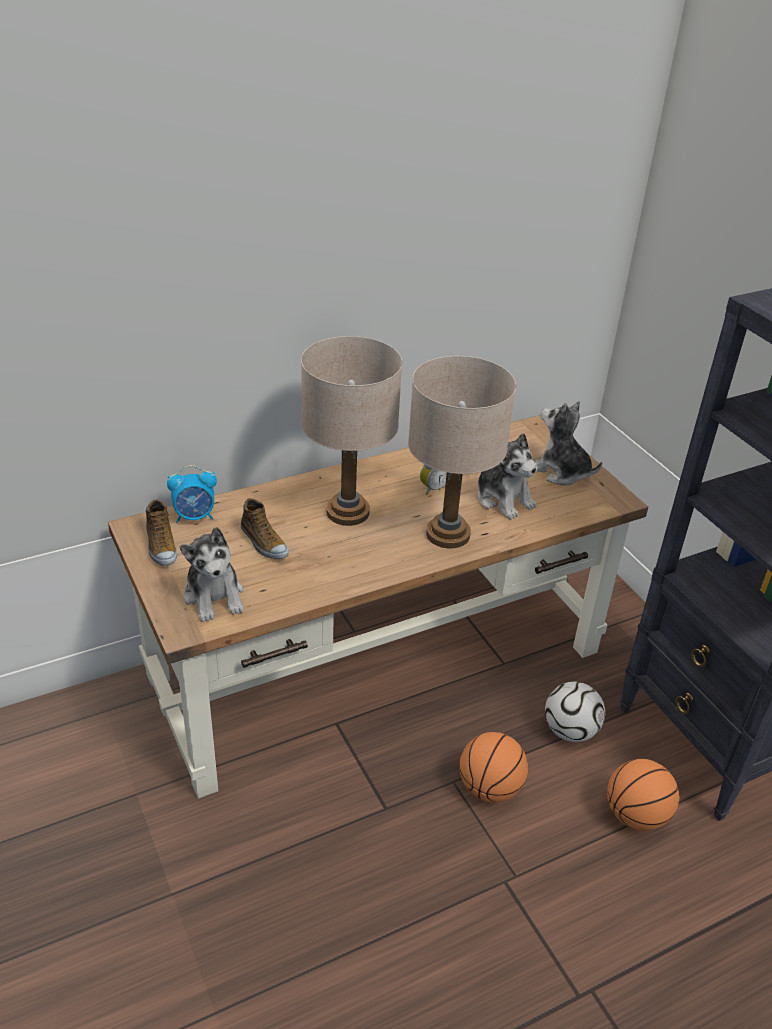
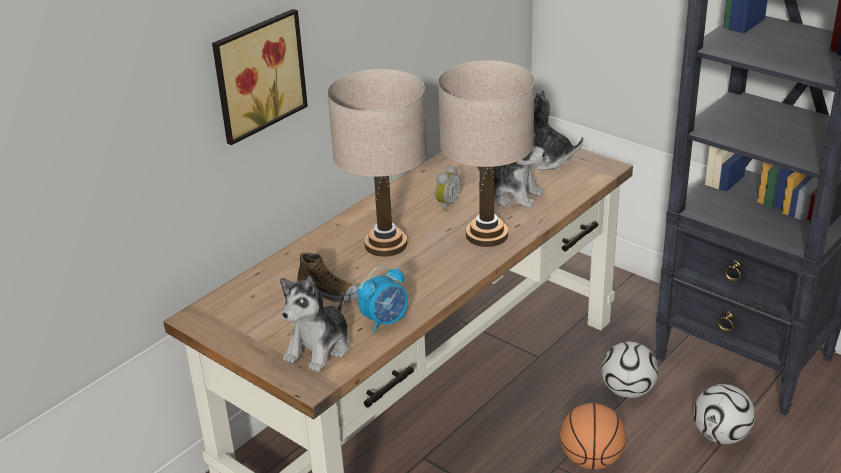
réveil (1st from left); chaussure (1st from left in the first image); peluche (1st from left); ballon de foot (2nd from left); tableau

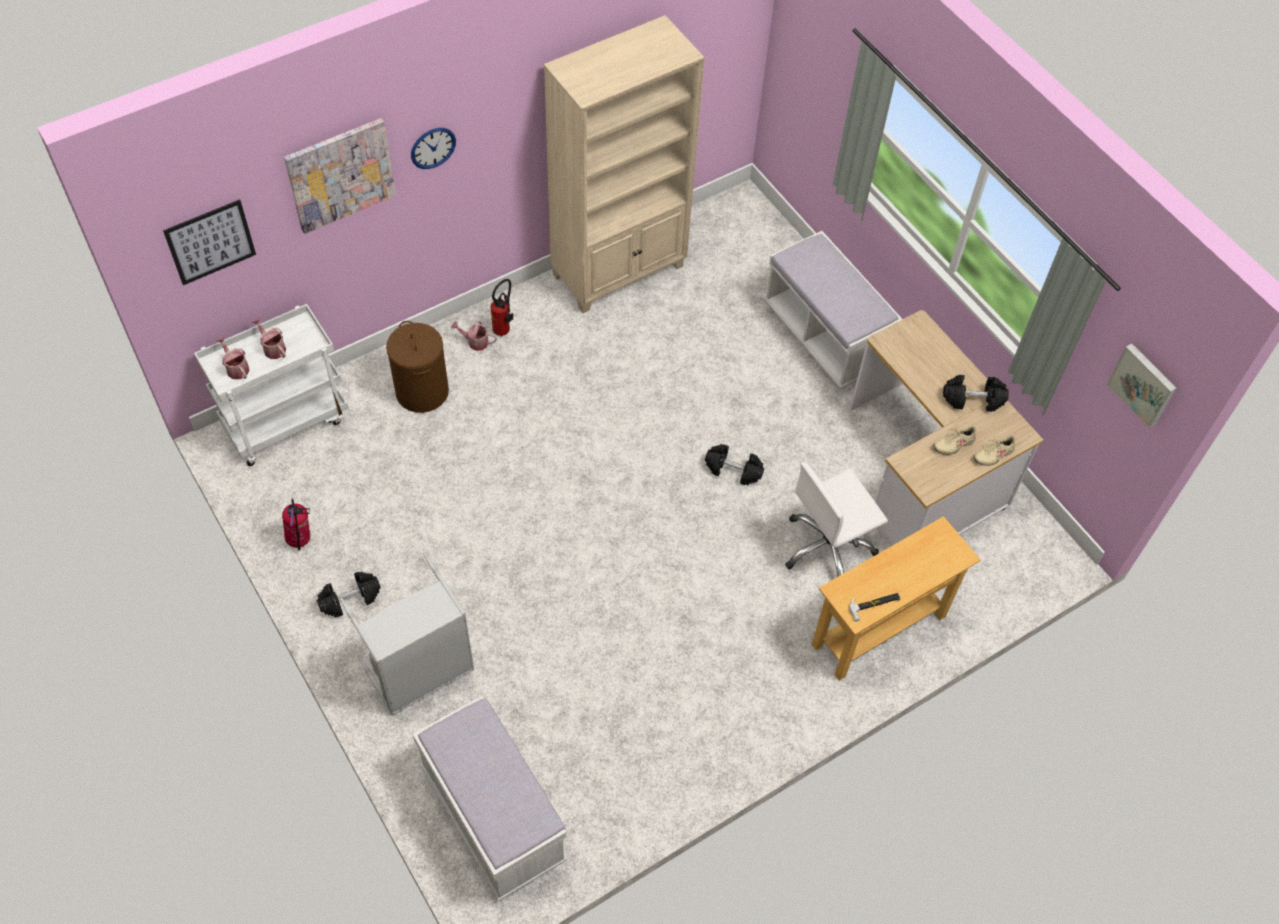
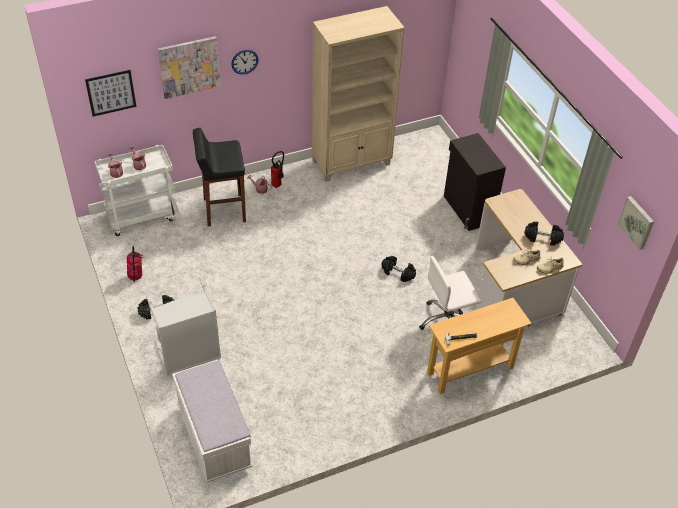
meuble de rangement/noir; tabouret/noir

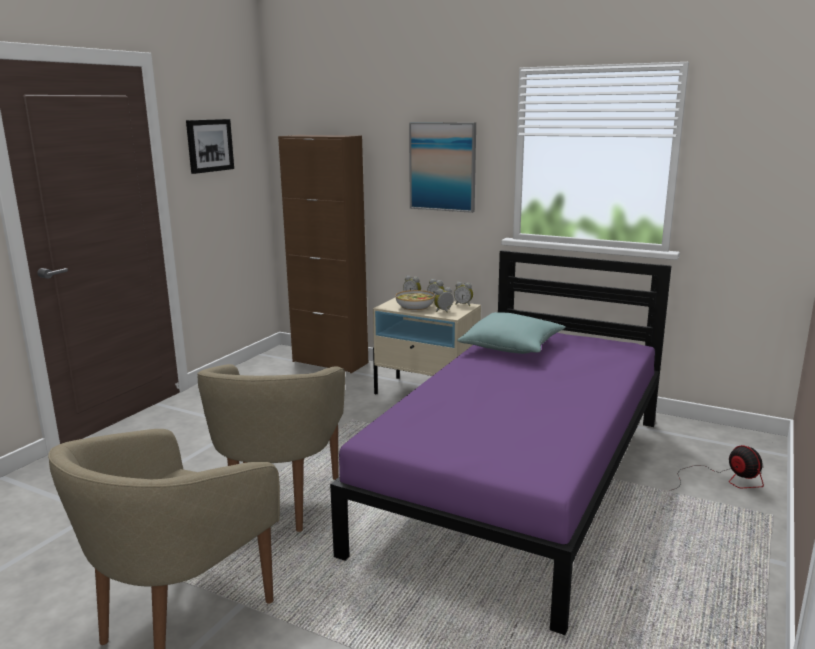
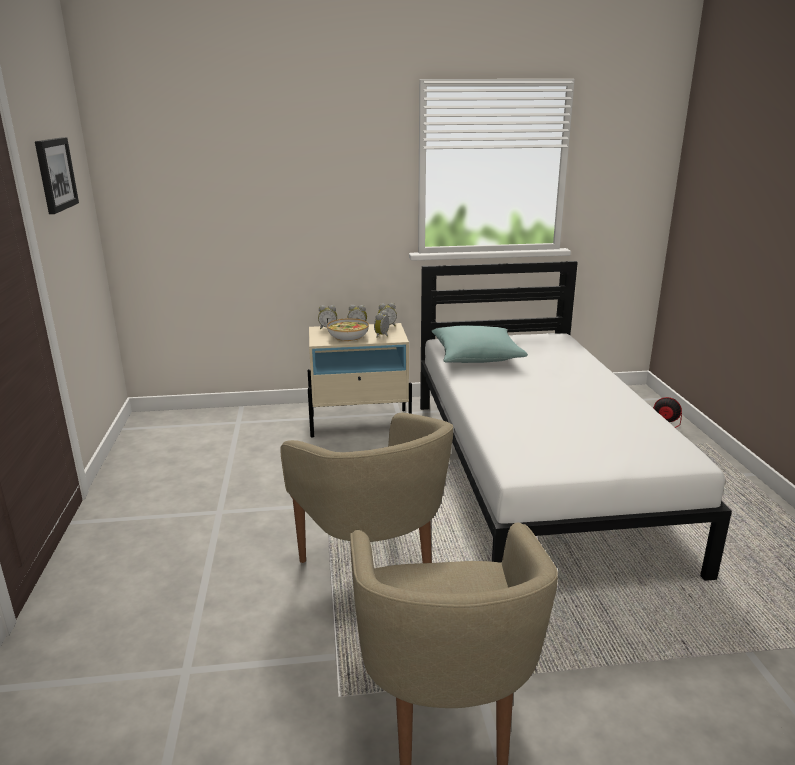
tableau (2nd from left in the first image); meuble de rangement/marron; lit/blanc

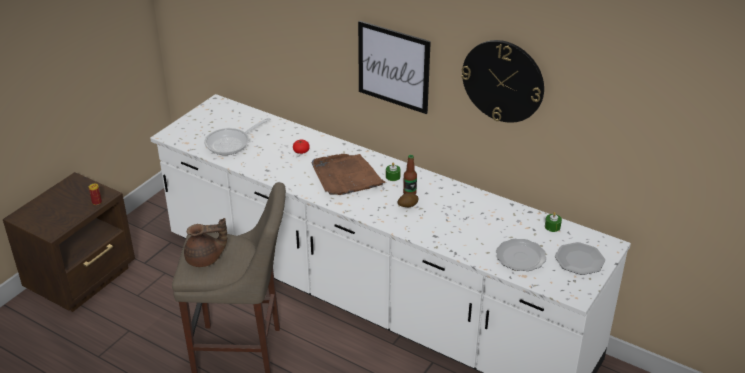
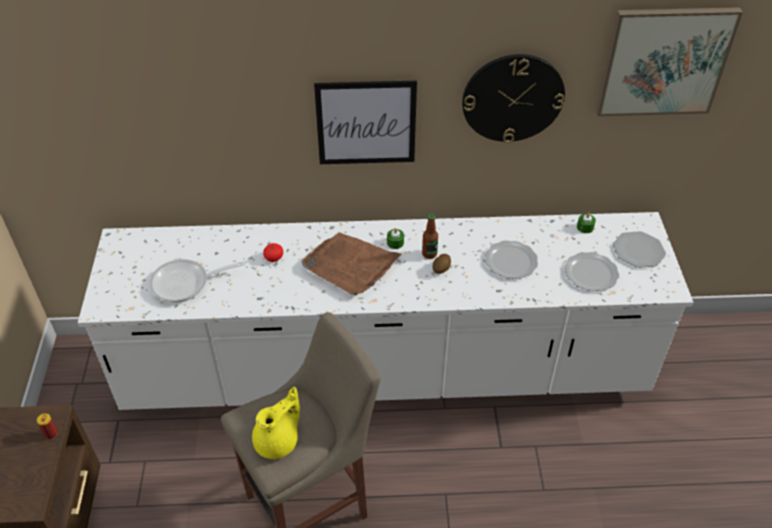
poêle; théière/jaune; tableau (2nd from left); assiette (1st from left)

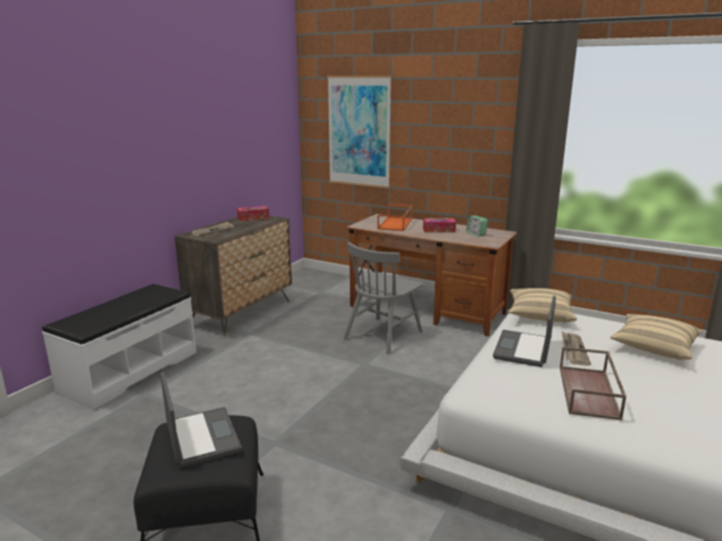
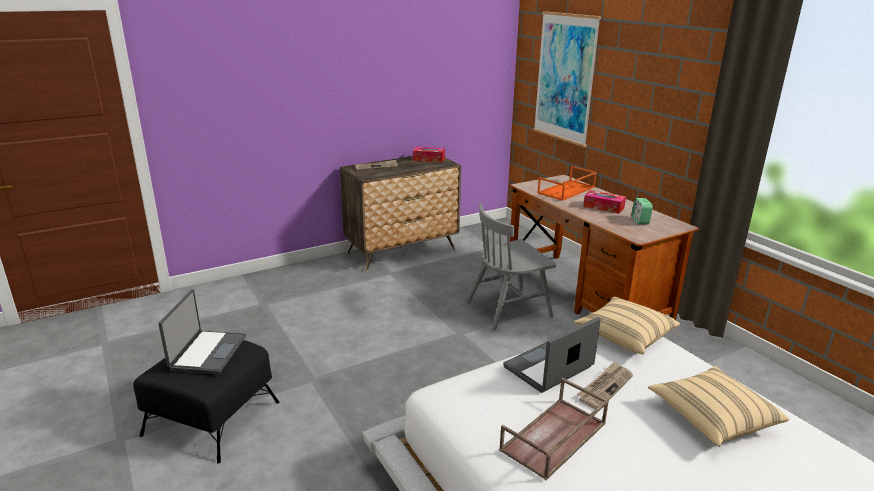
banc/blanc

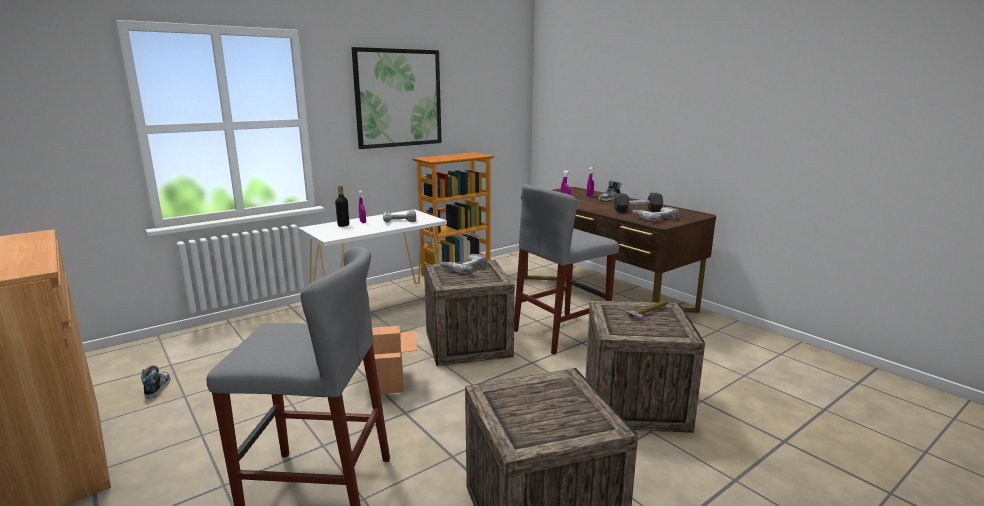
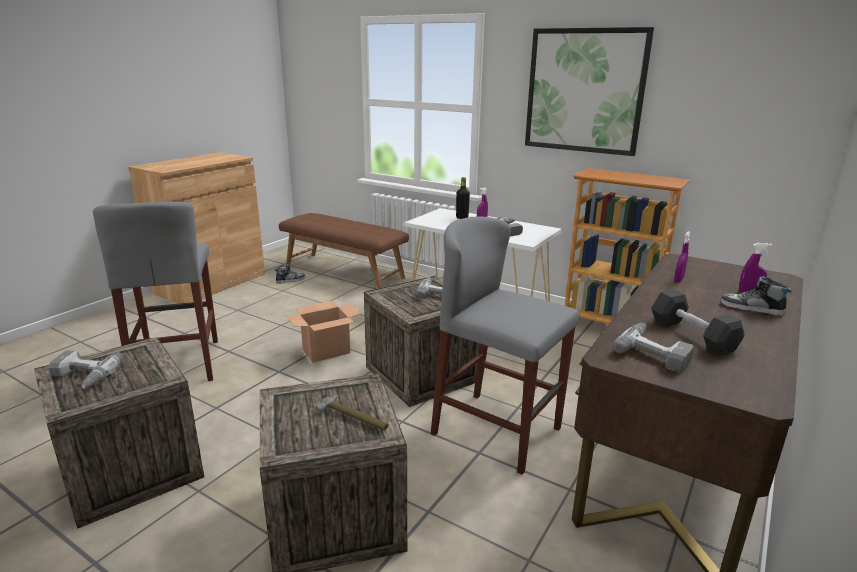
banc/marron; perceuse (1st from left)

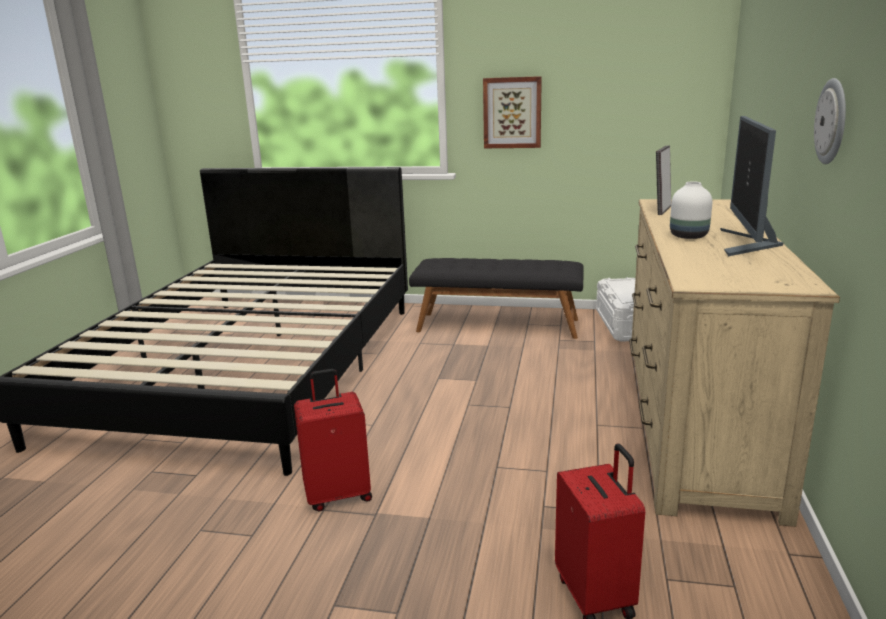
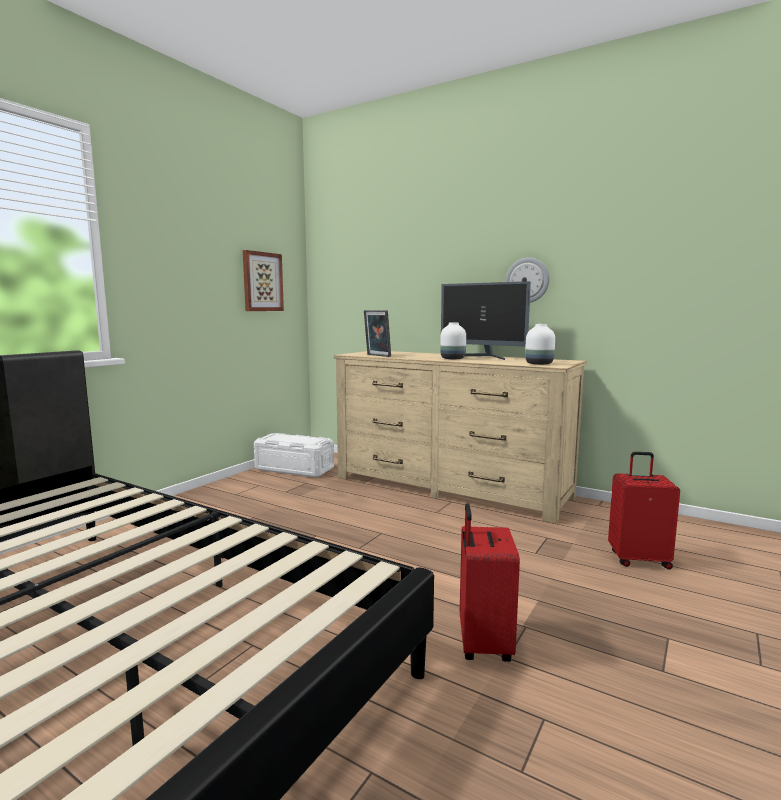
tableau; banc/noir; vase/blanc (2nd from left)

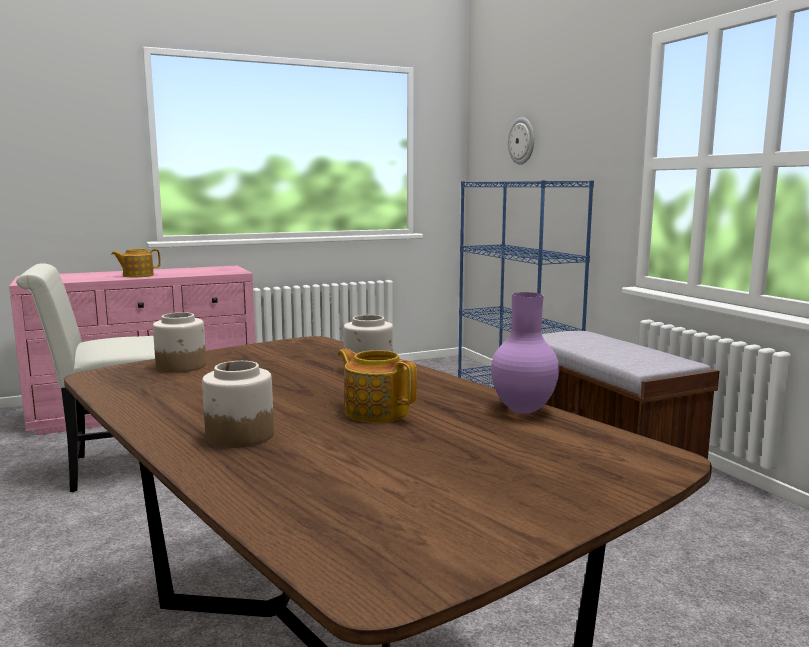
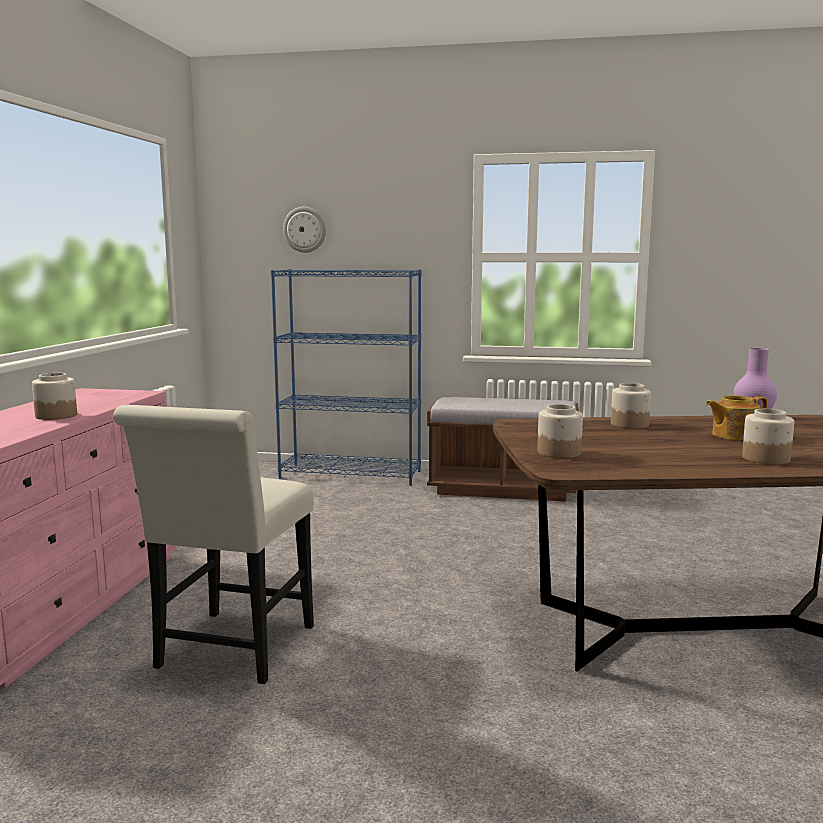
bocal (1st from left)

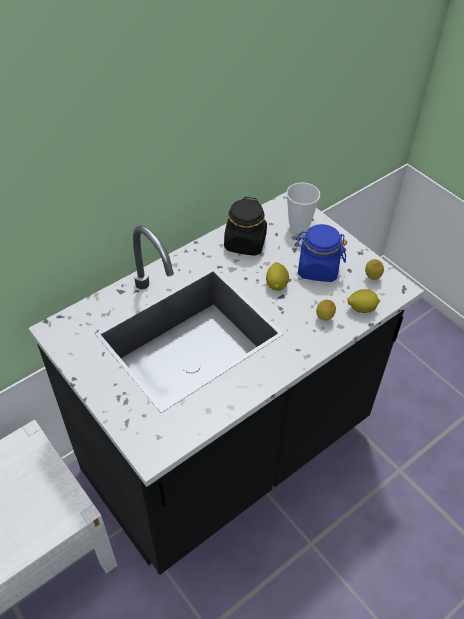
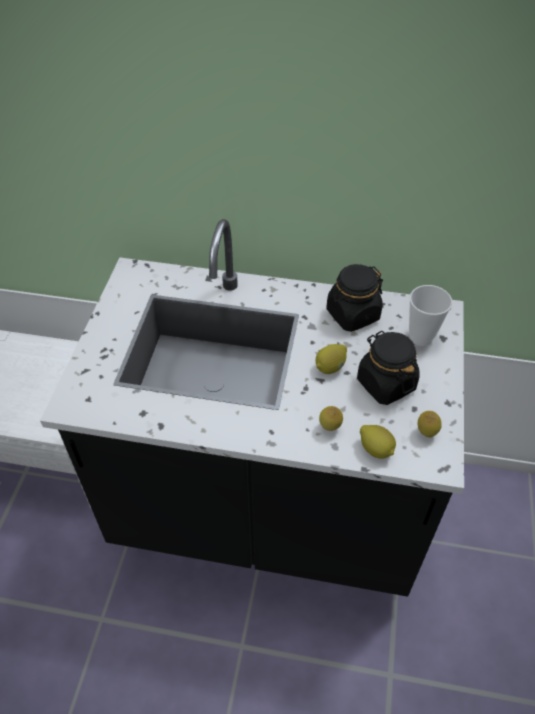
bocal/noir (2nd from left)

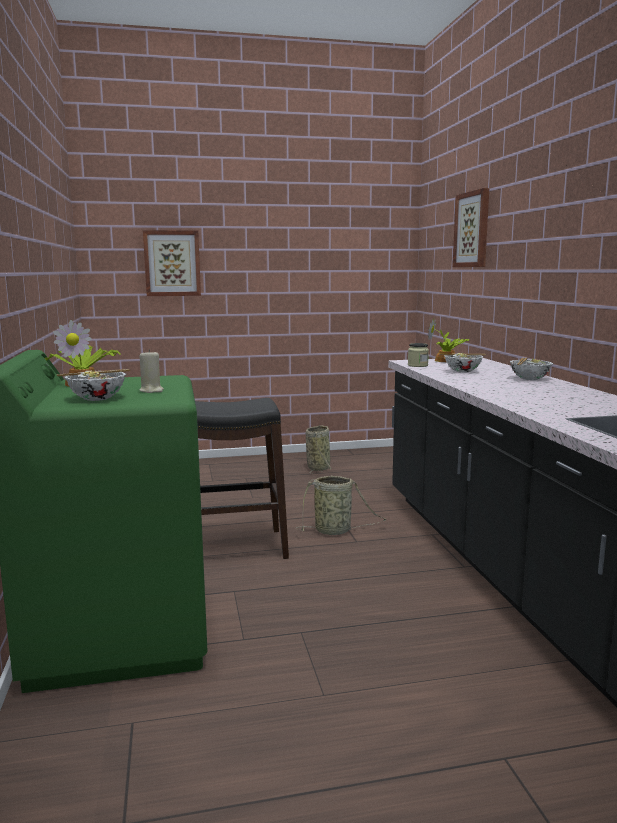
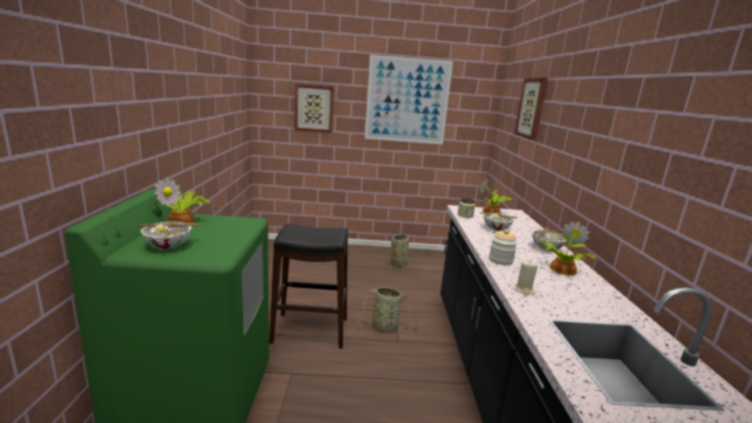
bougie/beige; tableau (2nd from left); plante en pot (3rd from left); bocal (2nd from left)

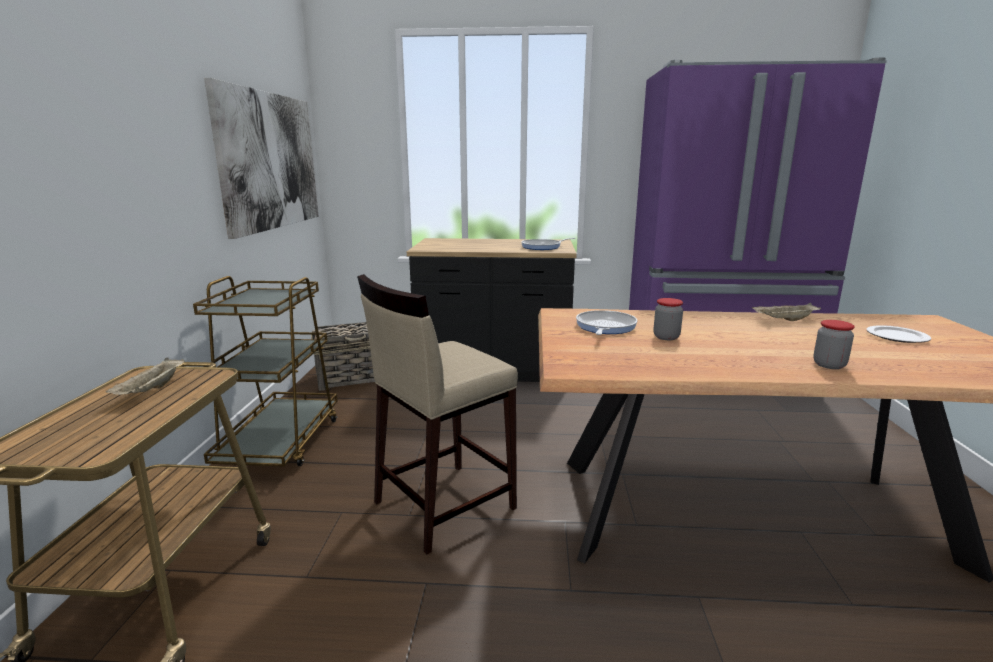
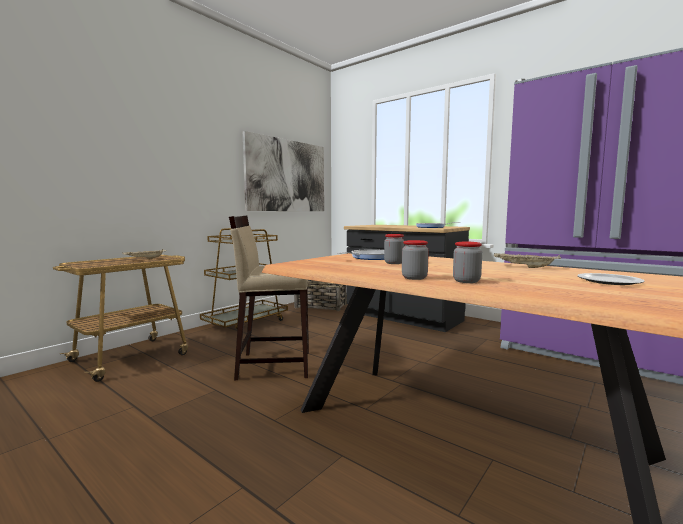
bocal (2nd from left)

